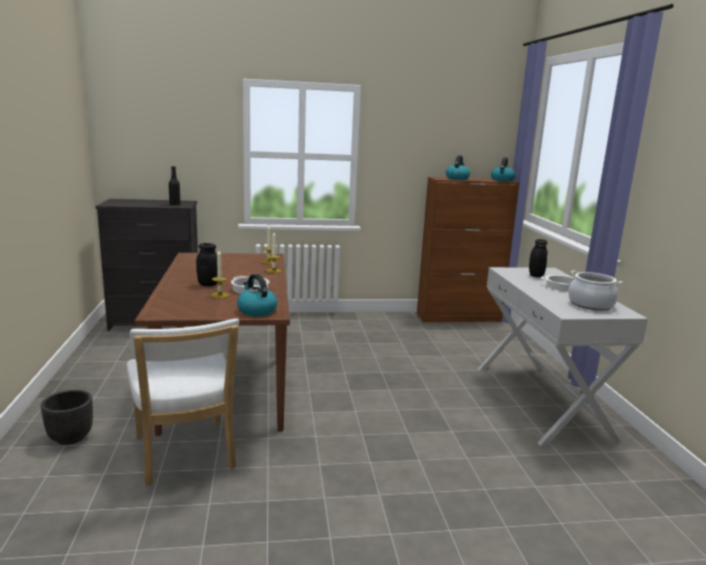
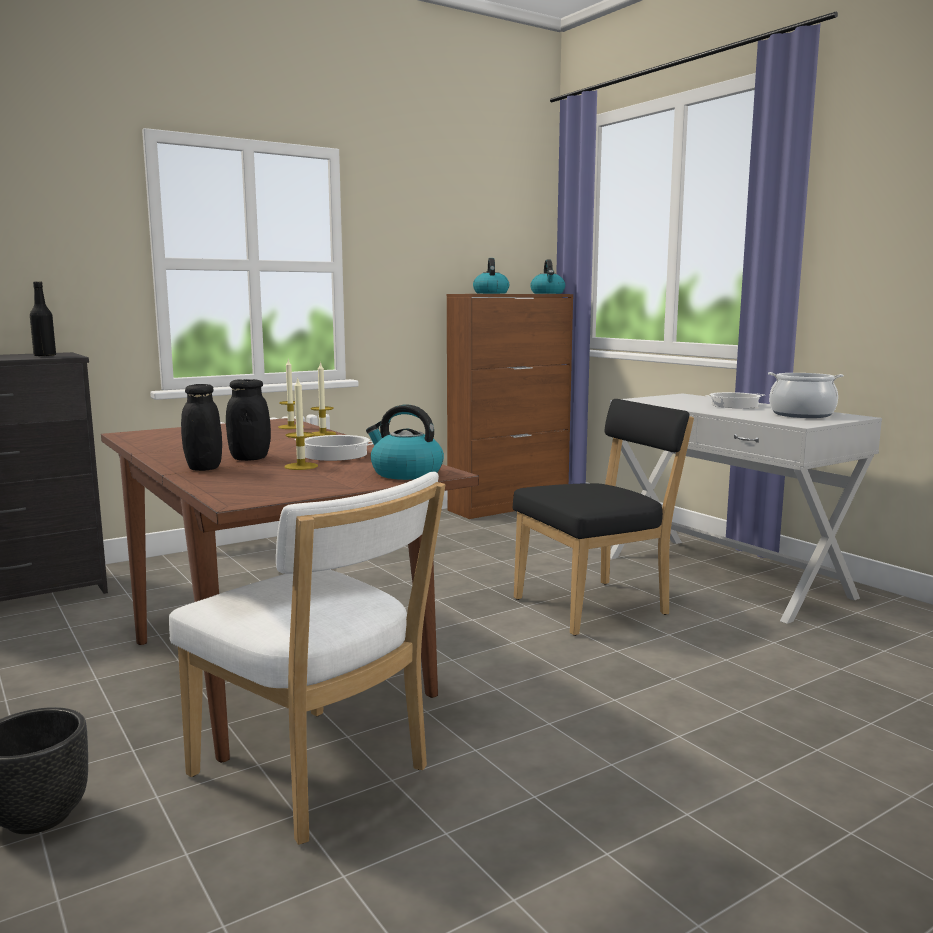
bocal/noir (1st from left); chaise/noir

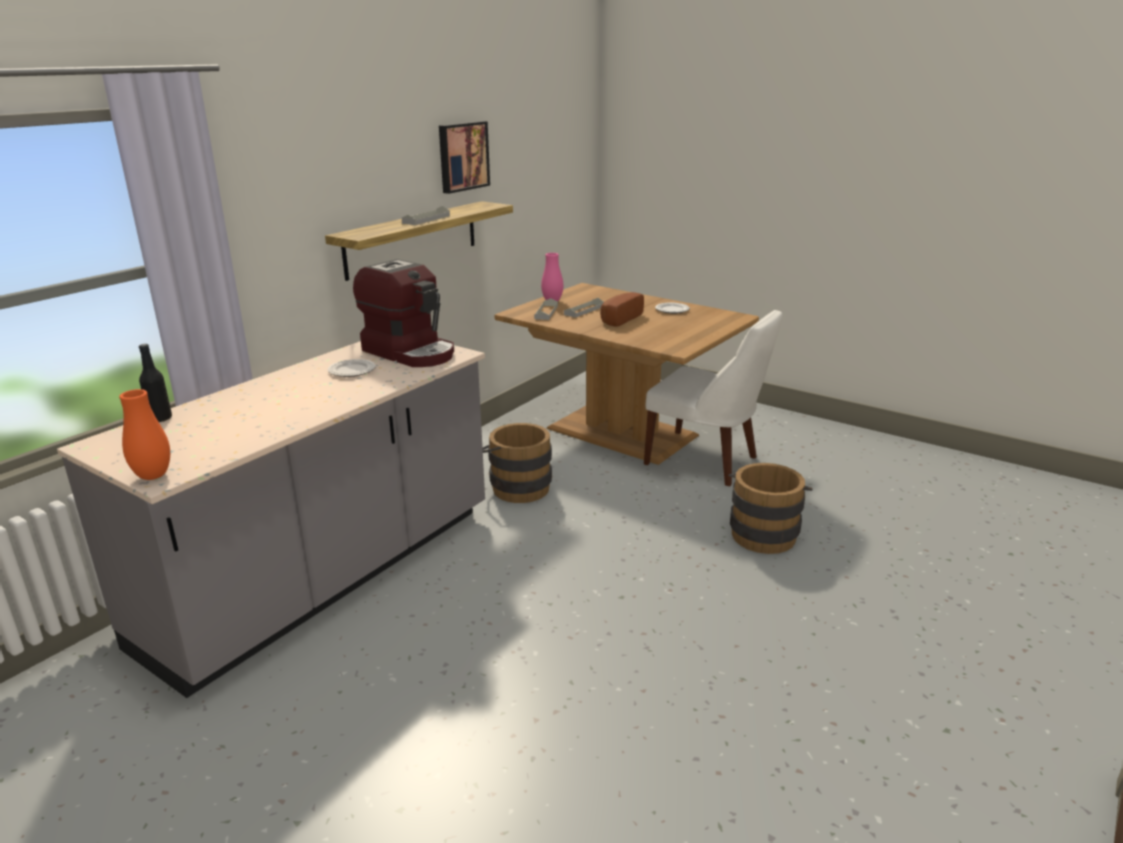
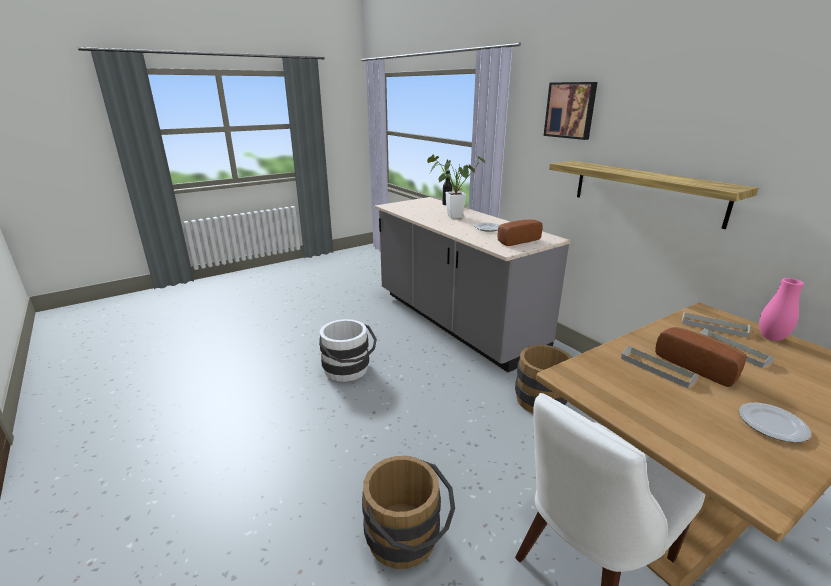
tableau; plateau/gris (1st from left); pain (1st from left); vase/orange; plante en pot; seau/blanc

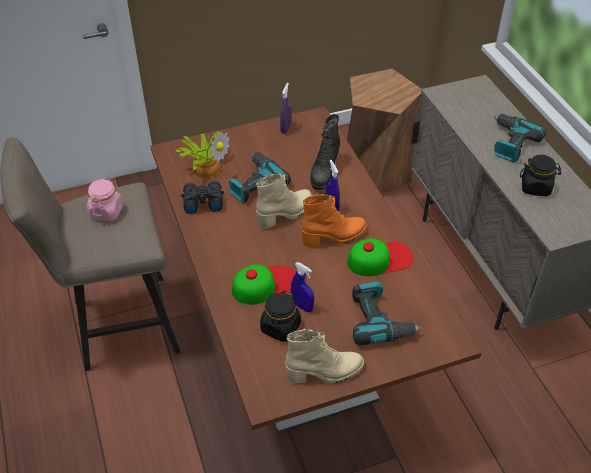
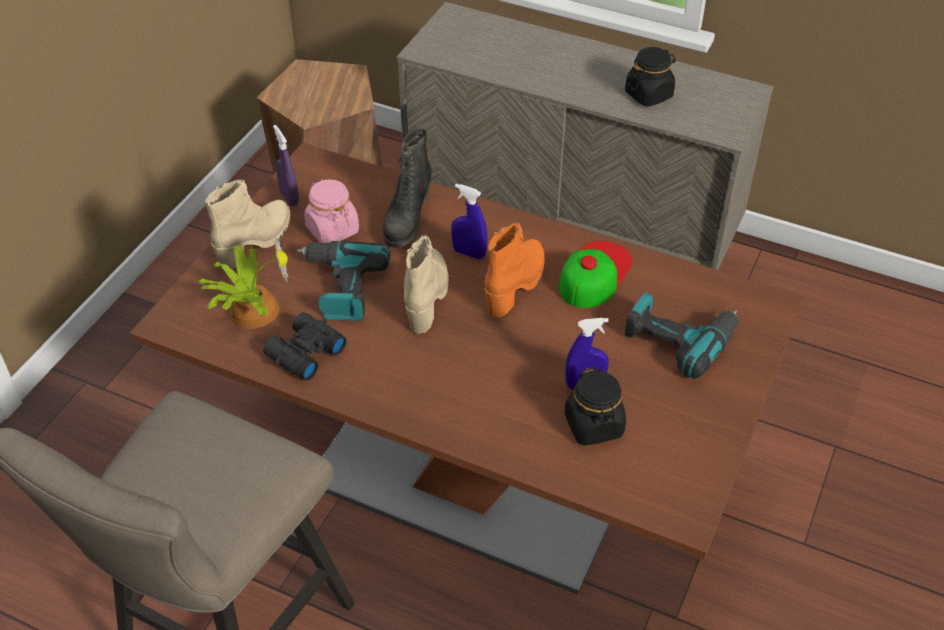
botte/noir; perceuse (3rd from left in the first image); bocal/rose; casquette (1st from left in the first image); botte/beige (1st from left)

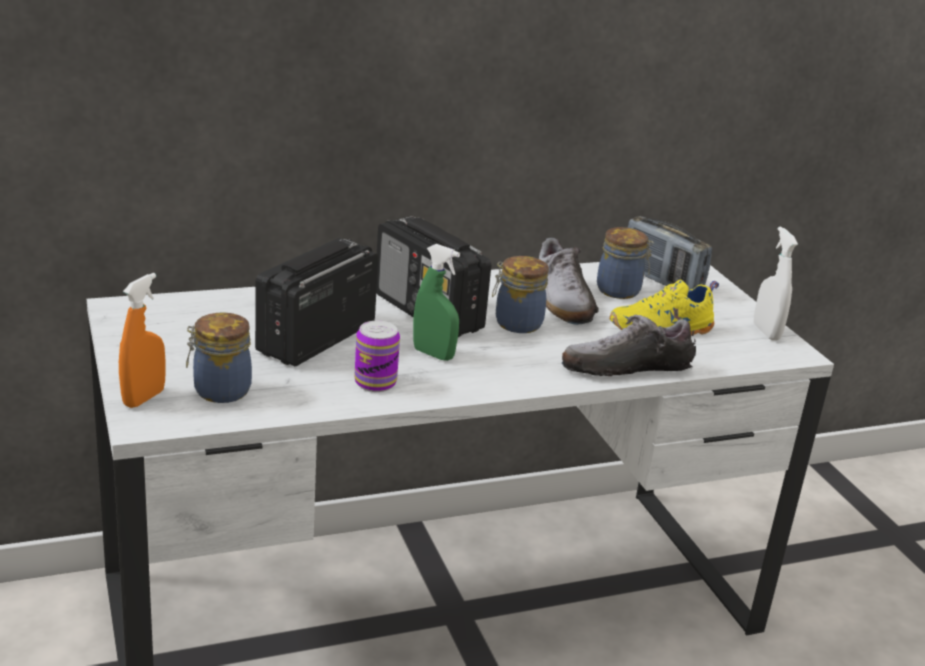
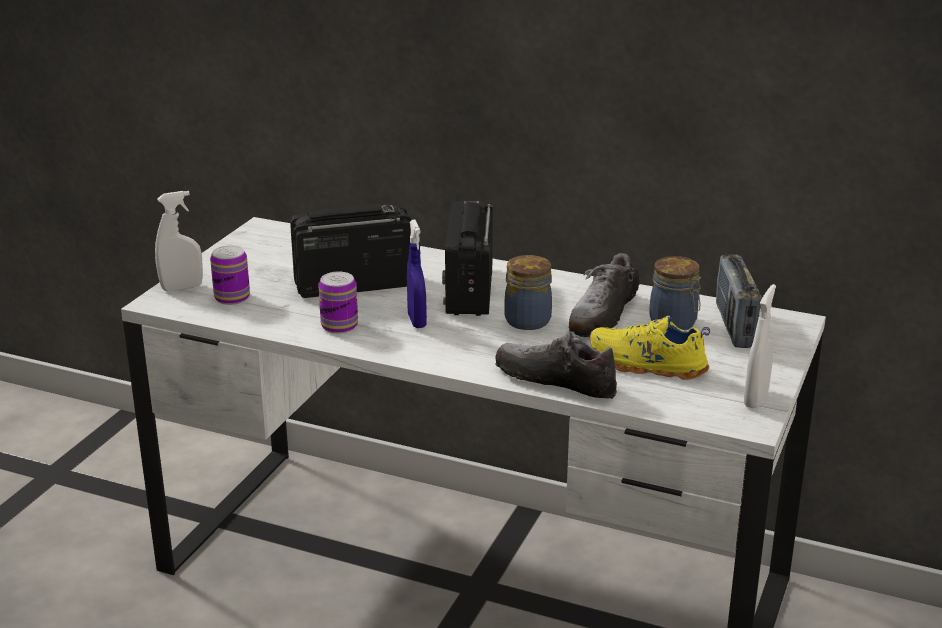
vaporisateur/bleu; vaporisateur/blanc (1st from left); boîte métallique (1st from left)

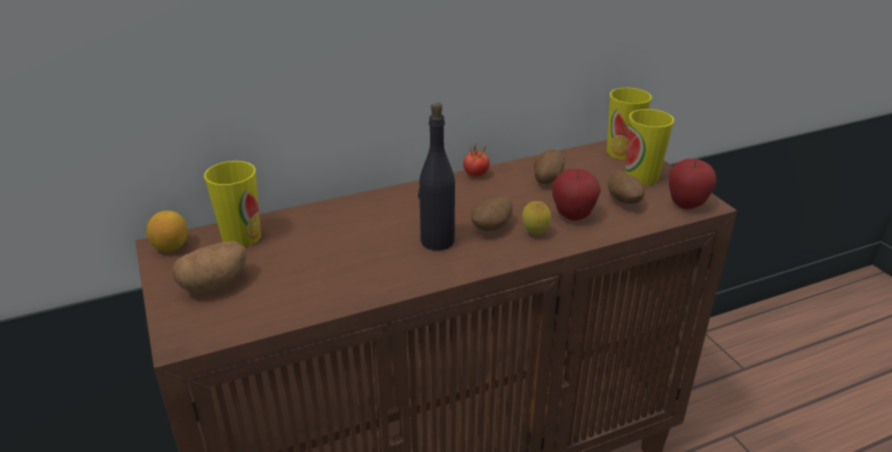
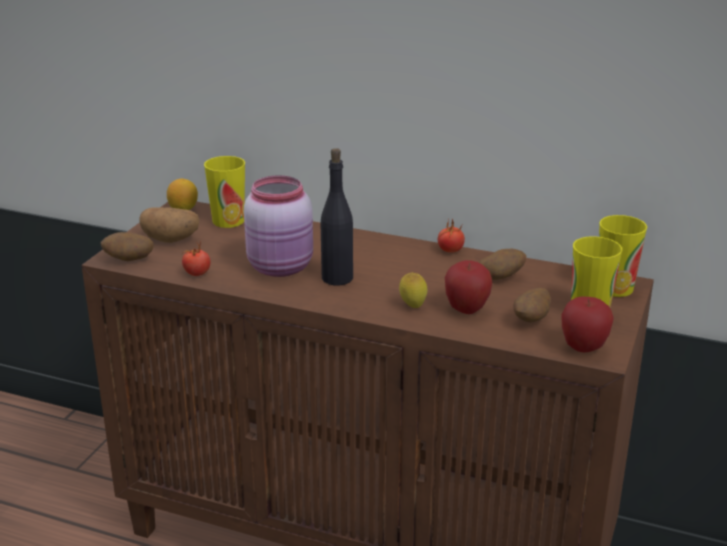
pomme de terre (1st from left); bocal/rose; tomate (1st from left)

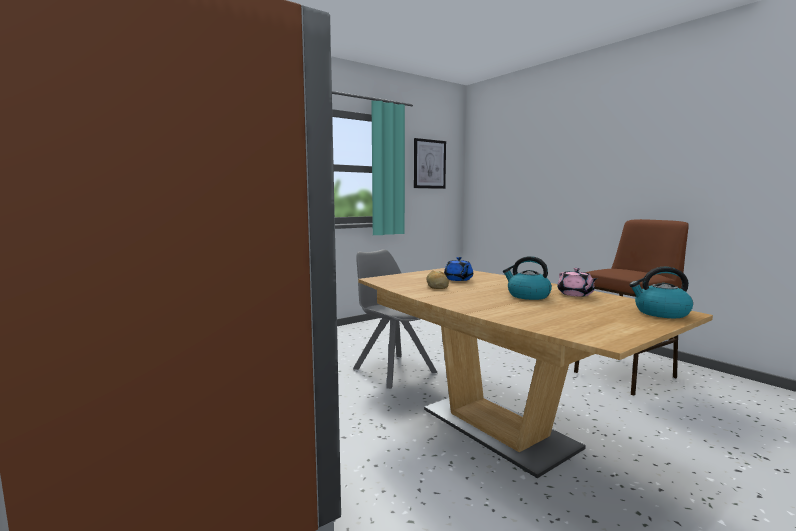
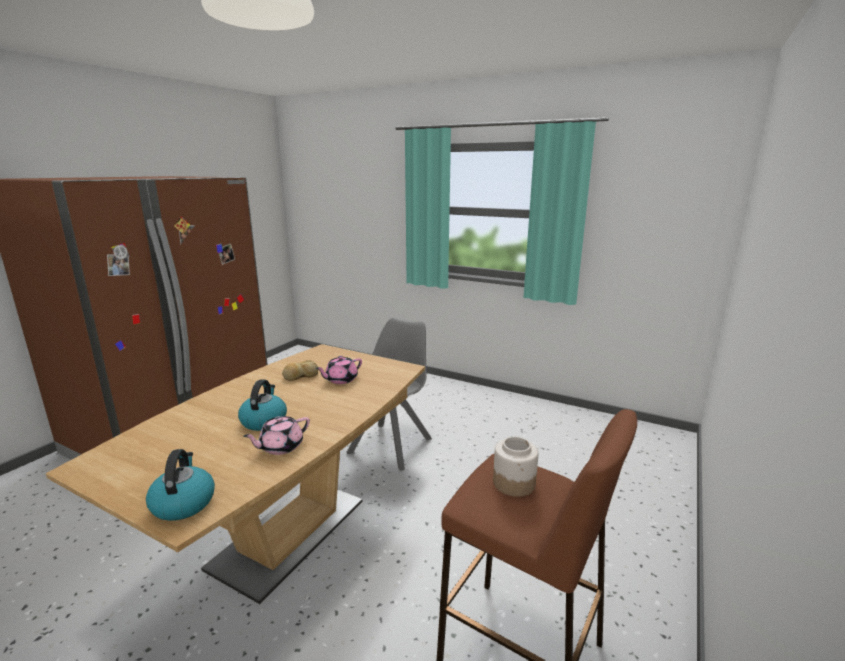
tableau; théière/rose (2nd from left); bocal

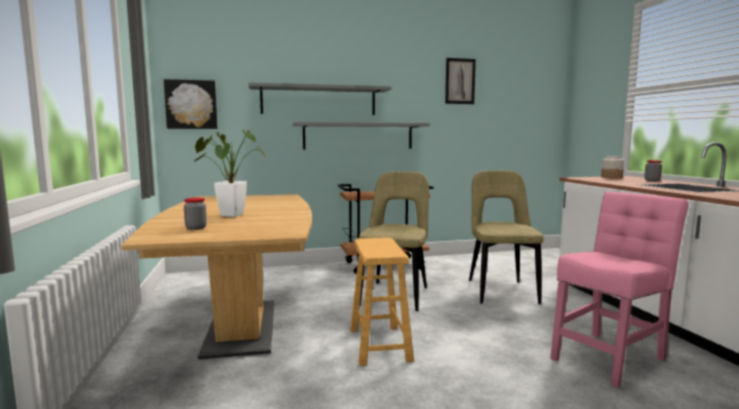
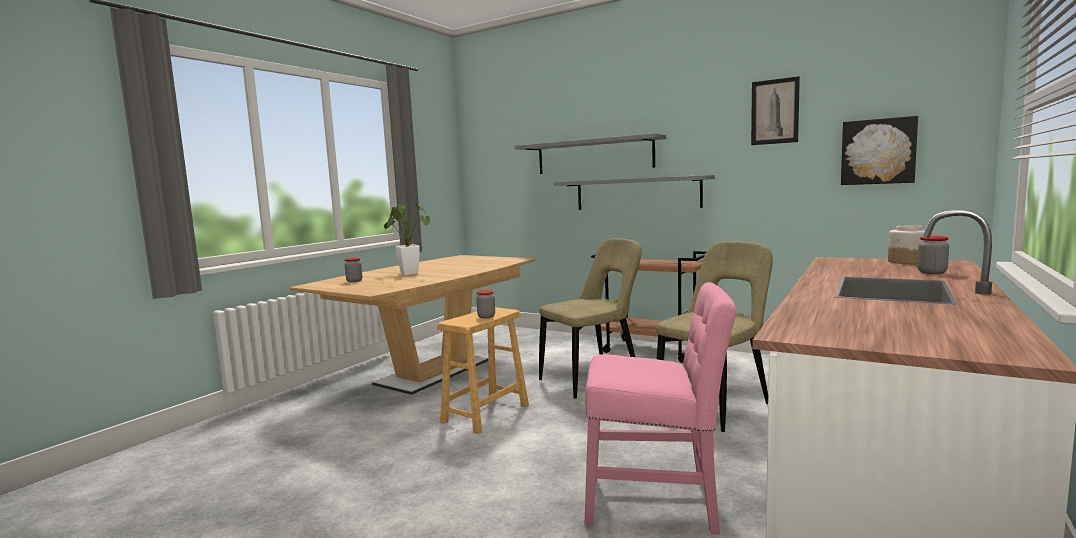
tableau (2nd from left); bocal (2nd from left)

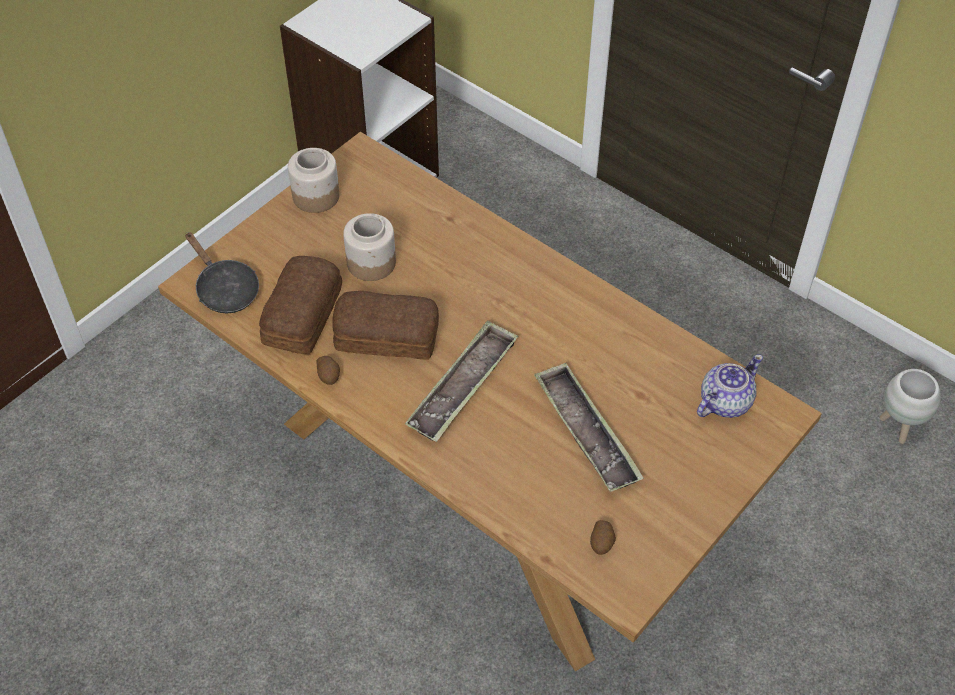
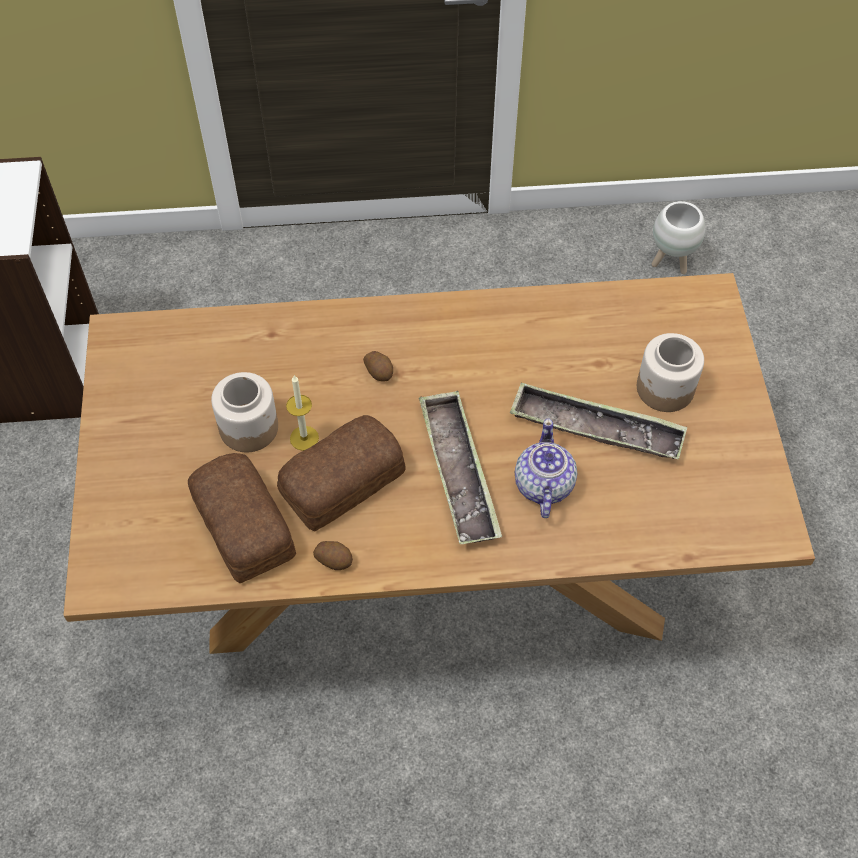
bocal (2nd from left); poêle/noir; théière; pomme de terre (2nd from left); bougie

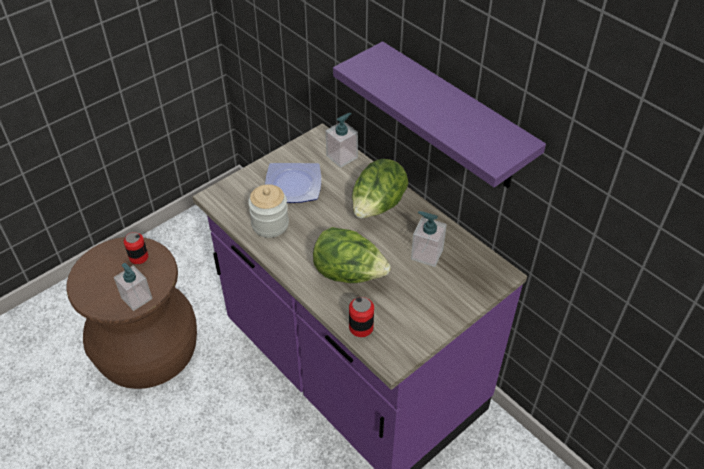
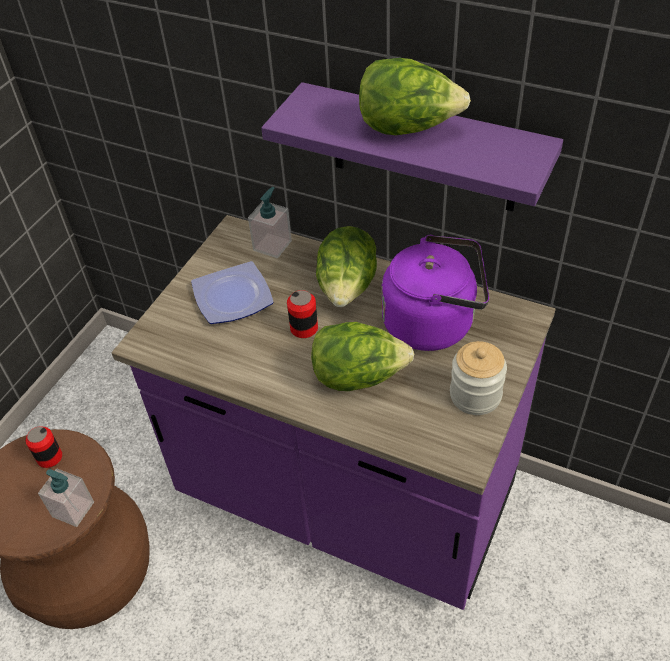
bocal; bouilloire/violet; boîte métallique (2nd from left); laitue (3rd from left)

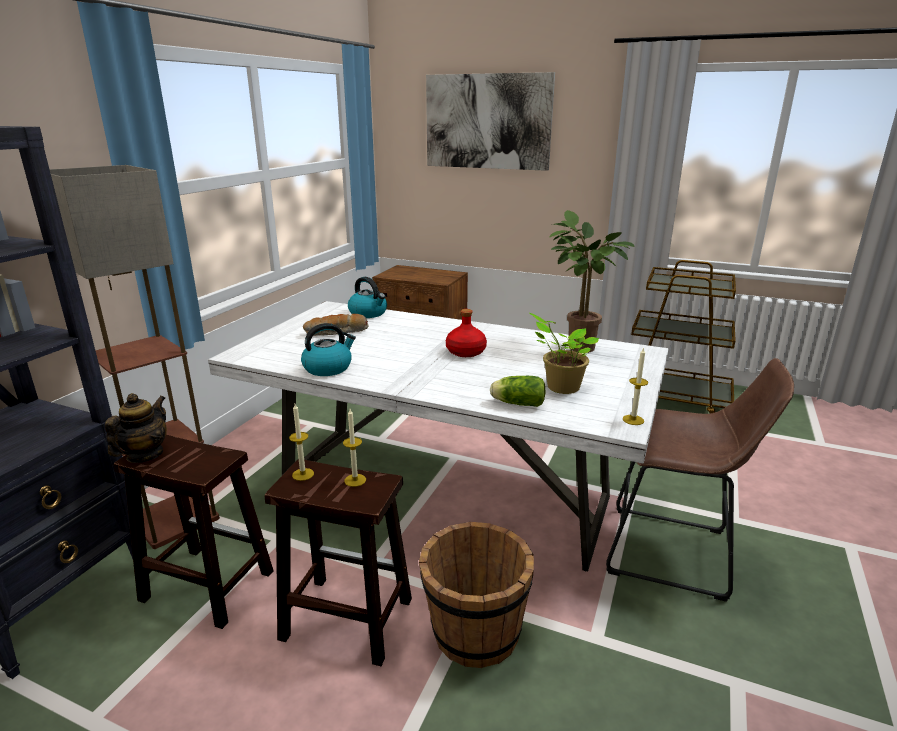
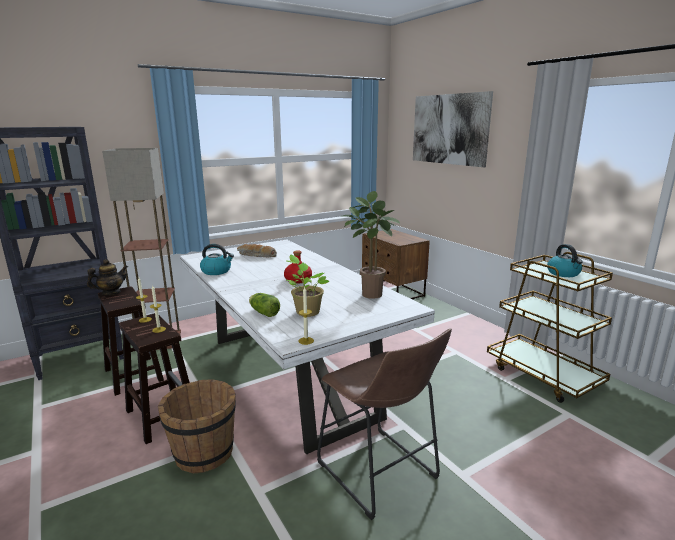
bouilloire (2nd from left)

